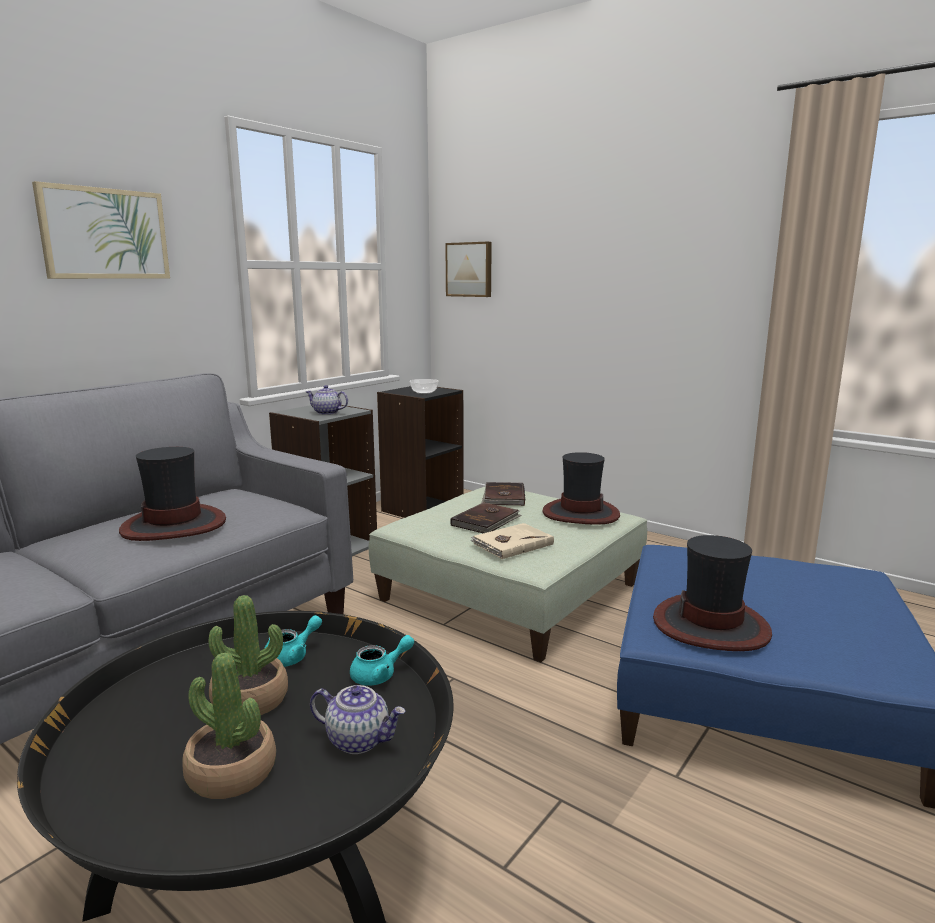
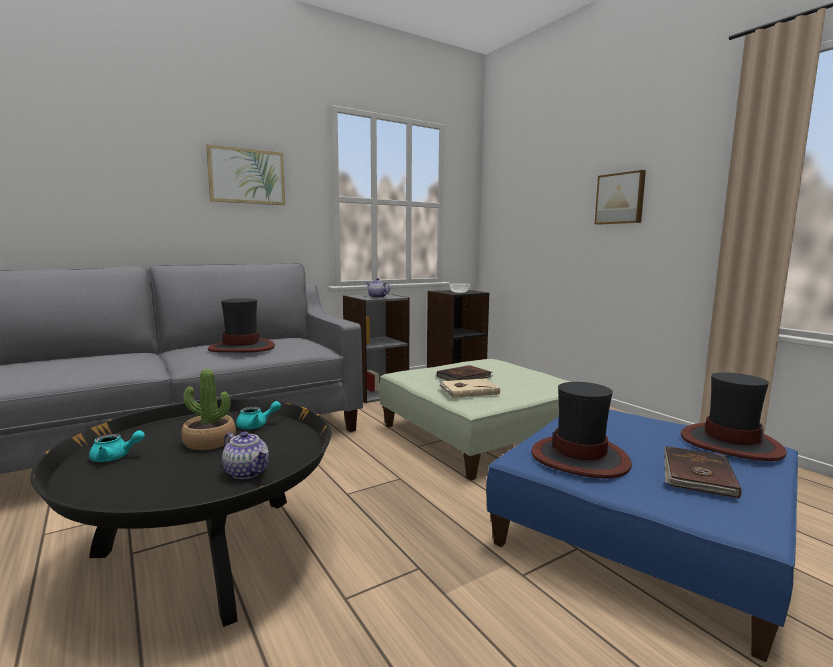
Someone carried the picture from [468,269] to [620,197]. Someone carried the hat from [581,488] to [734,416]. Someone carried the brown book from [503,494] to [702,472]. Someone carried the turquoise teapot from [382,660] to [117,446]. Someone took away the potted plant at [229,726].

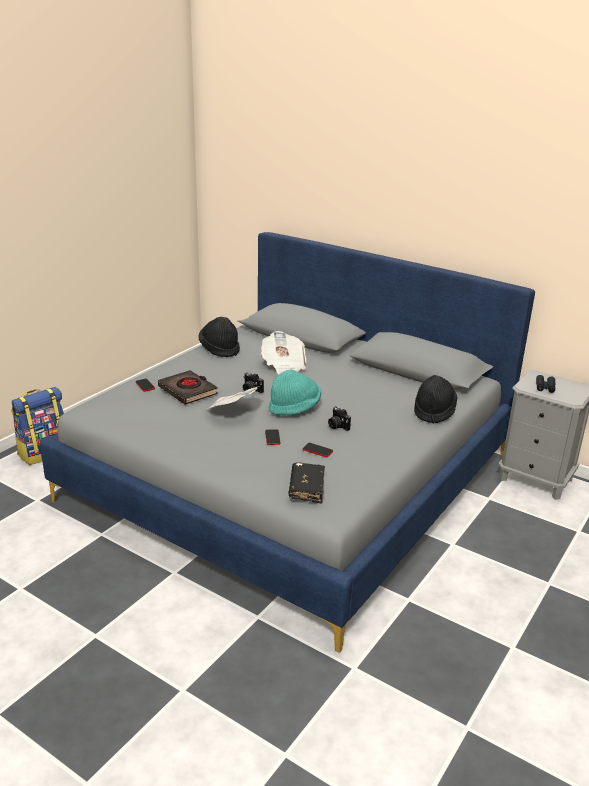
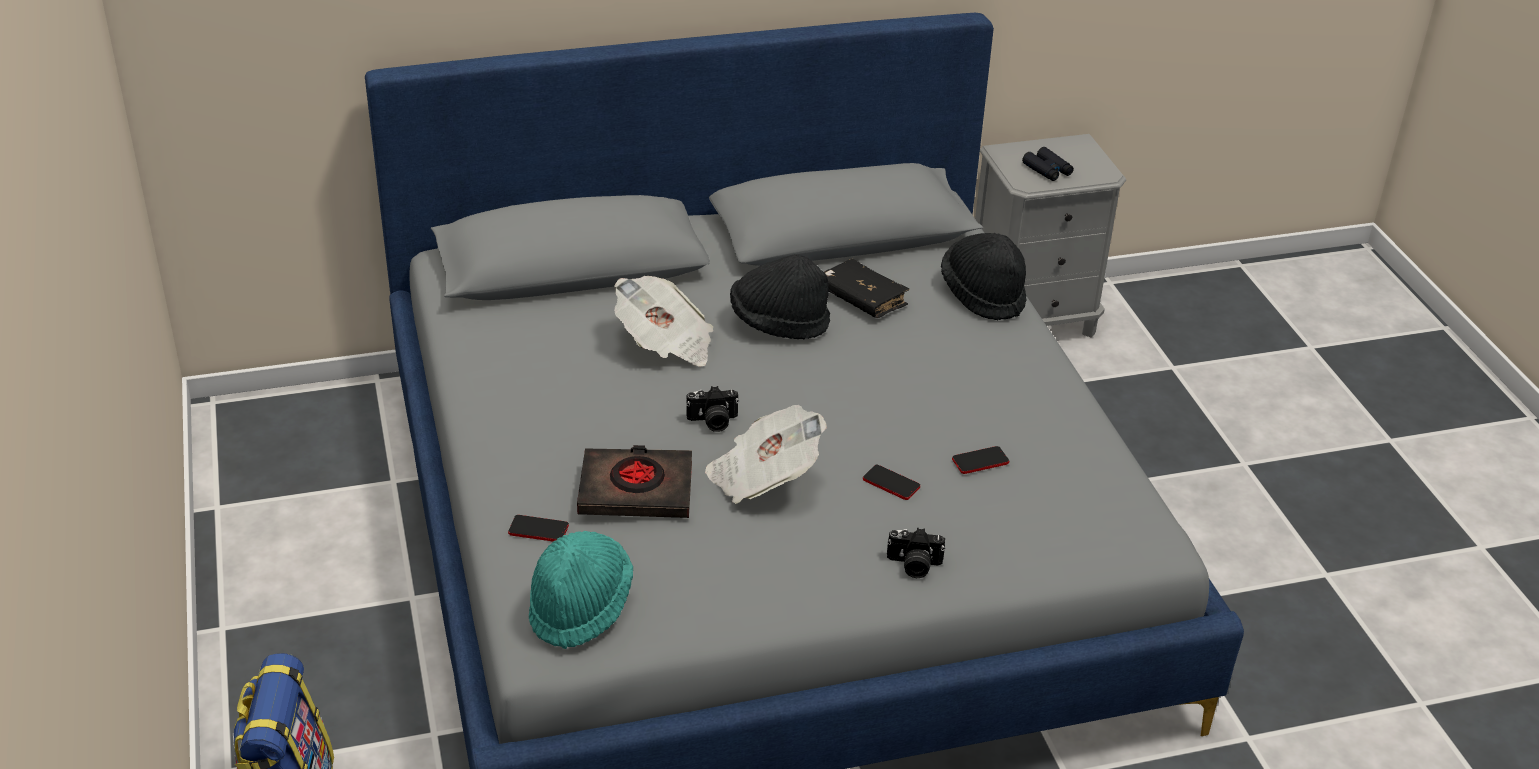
Someone carried the black hat from [219,337] to [780,296]. Someone carried the turquoise hat from [294,392] to [581,590]. Someone carried the photo camera from [339,418] to [916,553]. Someone carried the black book from [307,482] to [867,288].

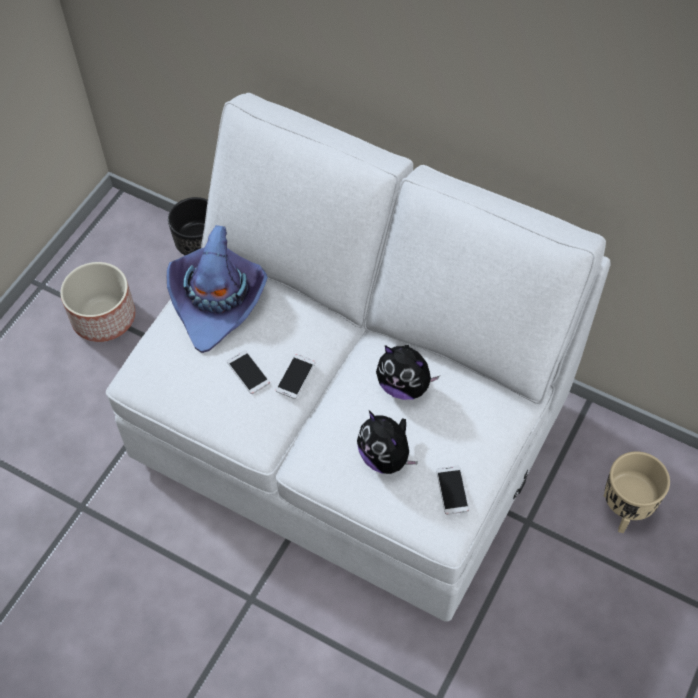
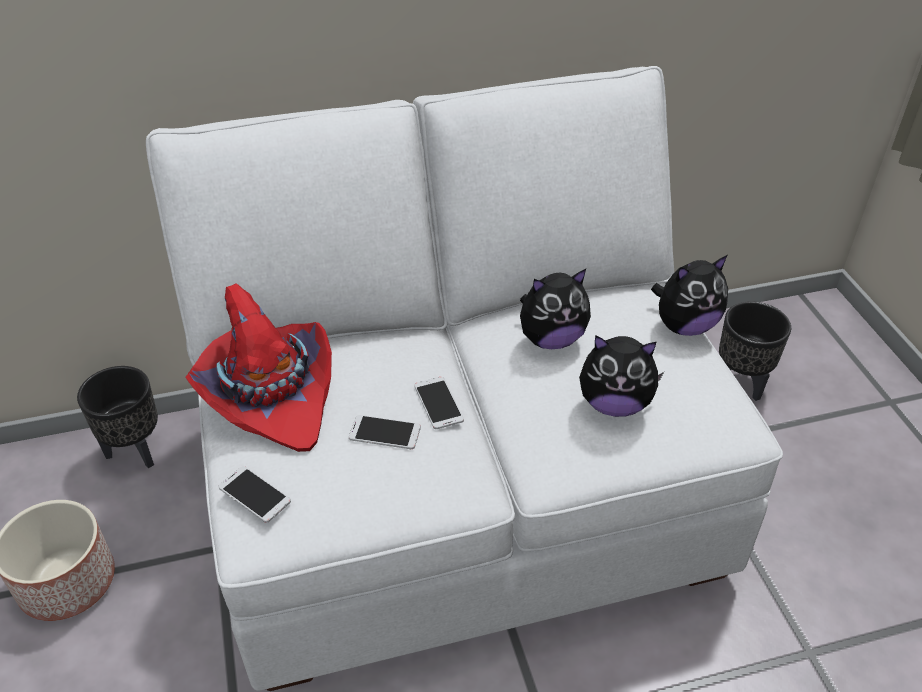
Someone repainted the purple hat at [217,289], which became the red hat at [258,367]. Someone repainted the beige planter at [637,492], which became the black planter at [755,351]. Someone carried the phone from [452,490] to [255,494]. Someone put down the plush toy at [689,295].

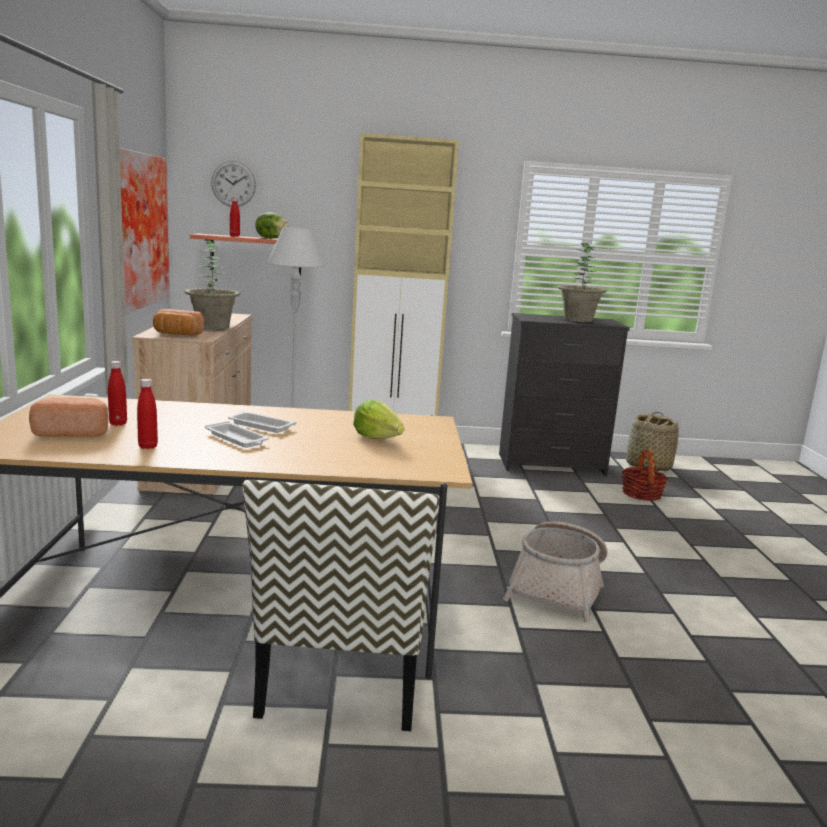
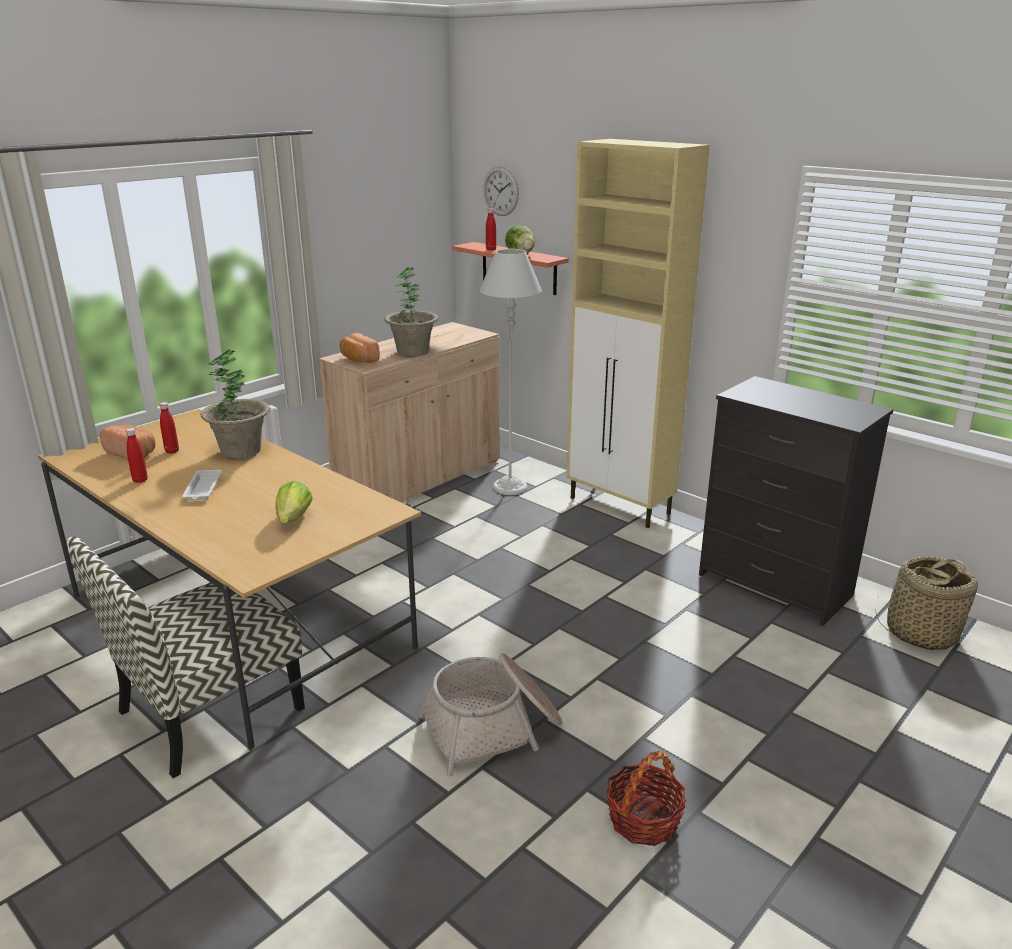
Someone took away the picture at [144,231]. Someone carried the potted plant from [582,283] to [235,404]. Someone took away the white tray at [262,422]. Someone carried the basket from [645,475] to [646,798].

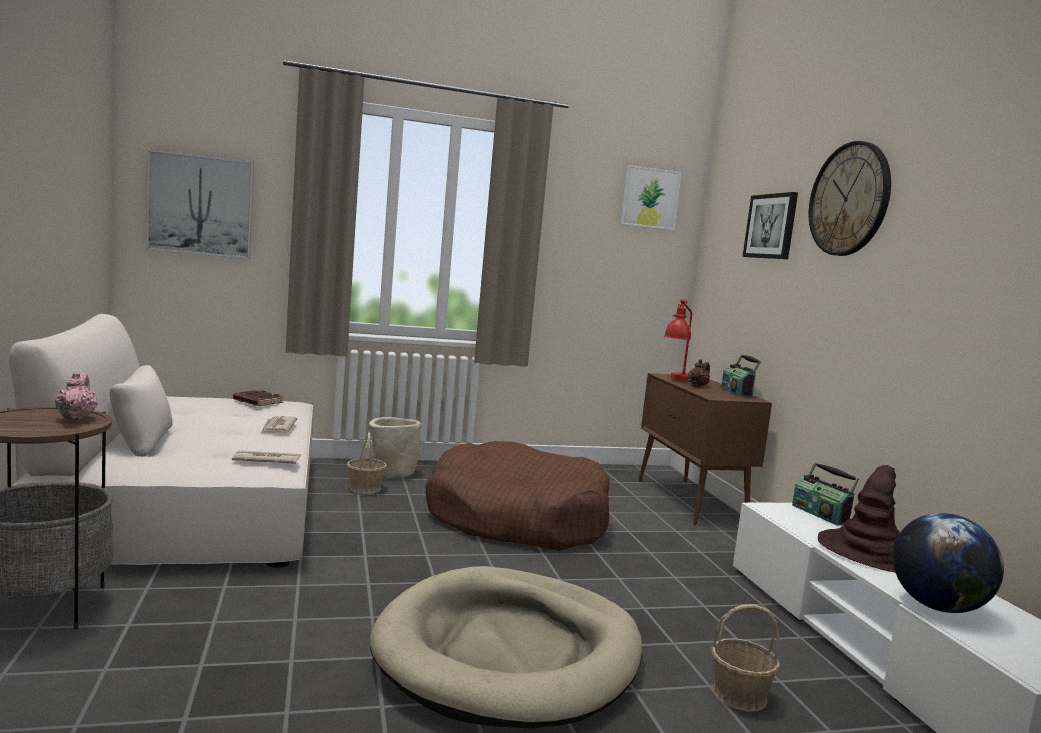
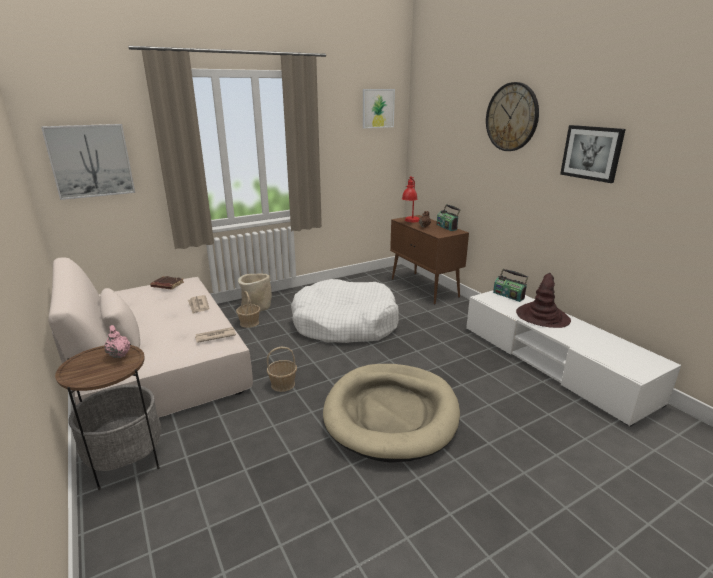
Someone carried the picture from [770,225] to [593,154]. Someone repainted the brown dog bed at [517,496], which became the white dog bed at [345,311]. Someone took away the globe at [948,563]. Someone carried the basket from [745,658] to [282,369].

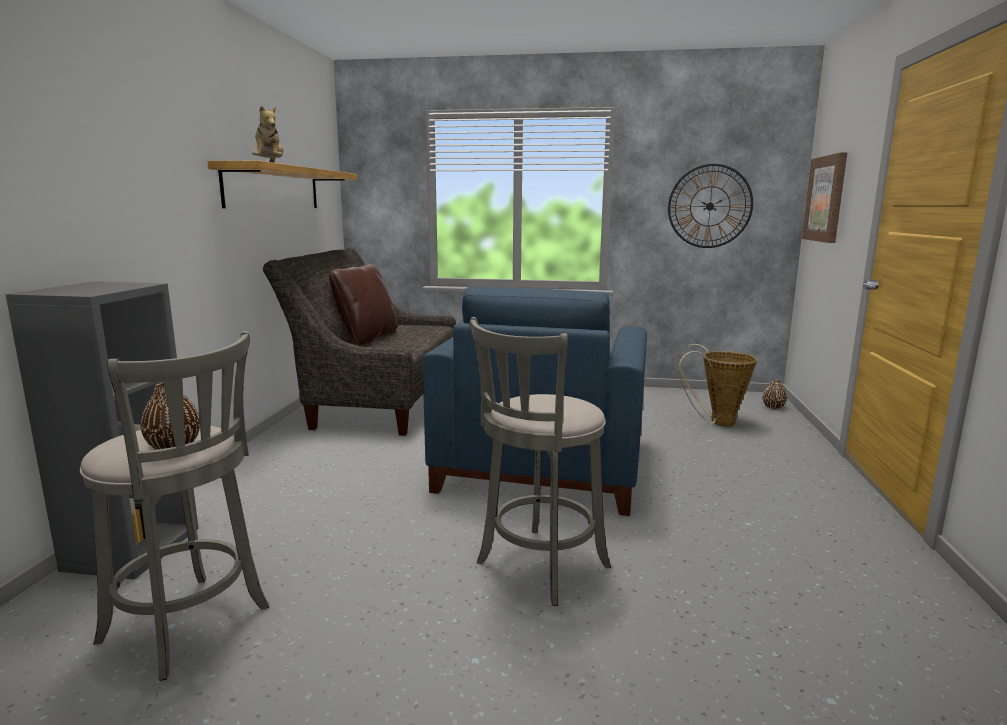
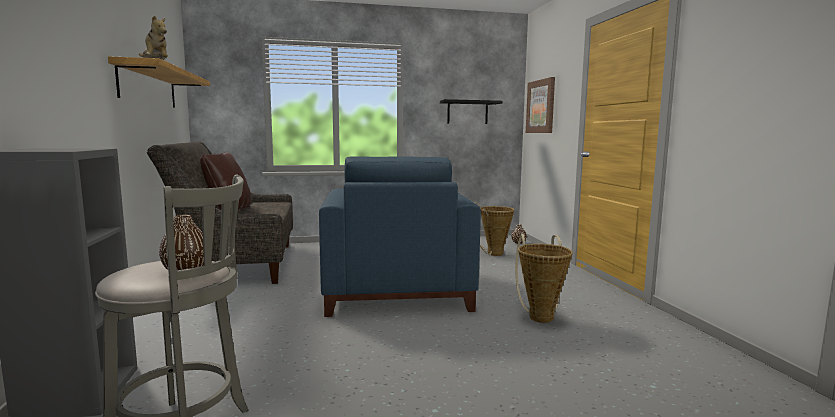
Someone swapped the wall clock at [710,206] for the black shelf at [471,111]. Someone took away the grey stool at [540,461]. Someone put down the basket at [544,278].

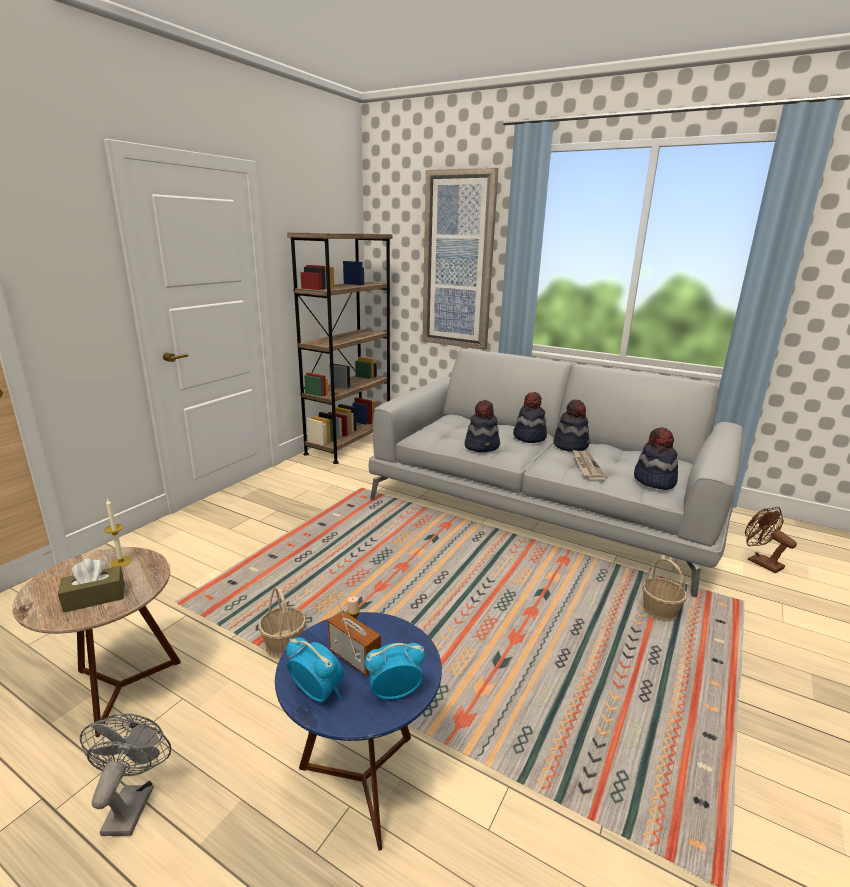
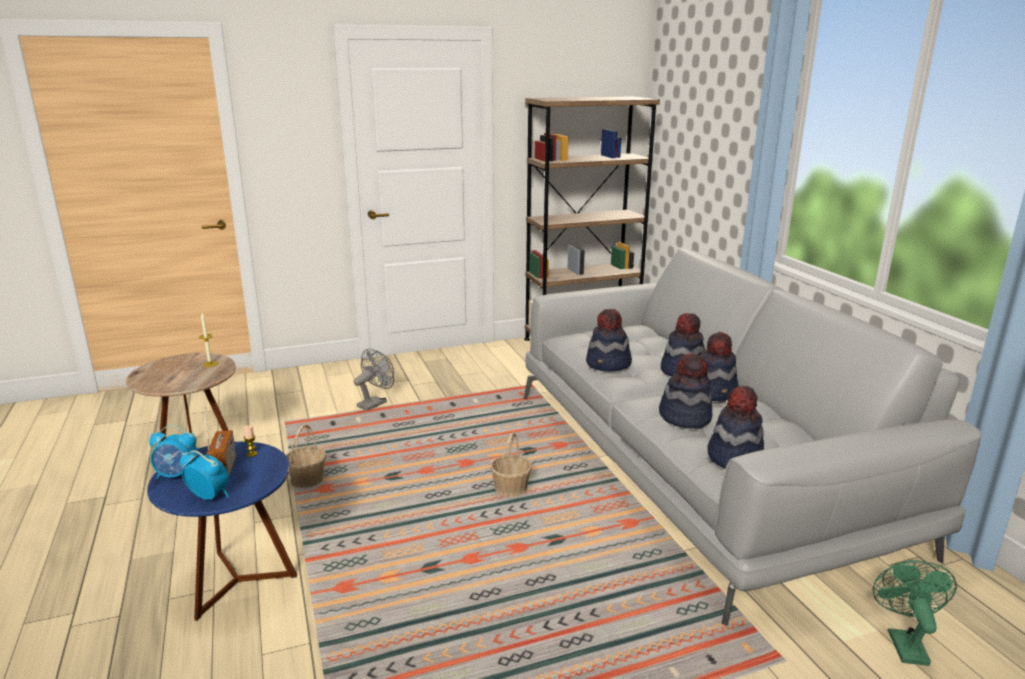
Someone took away the picture at [460,259]. Someone swapped the newspaper at [589,464] for the hat at [685,391]. Someone repainted the brown fan at [771,540], which became the green fan at [914,613]. Someone took away the brown tissue box at [91,585]. Someone carried the basket from [664,590] to [511,464]. Someone rotated the alarm clock at [315,670] by 105 degrees clockwise. Someone carried the grey fan from [125,774] to [374,380].

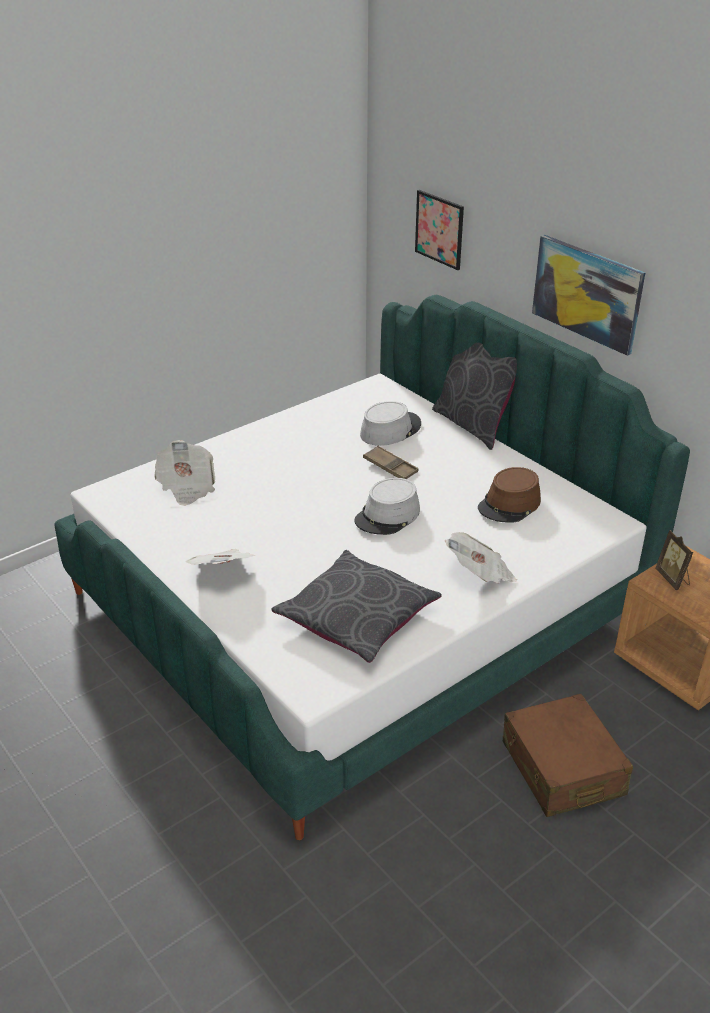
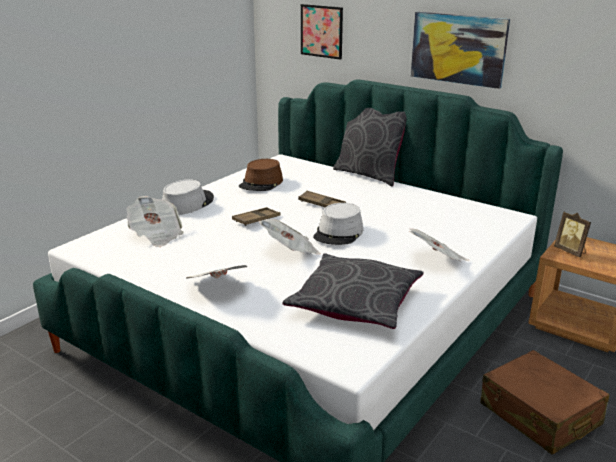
Someone carried the grey hat from [390,423] to [188,197]. Someone carried the brown hat from [509,495] to [261,175]. Someone put down the brown tray at [256,216]. Someone put down the newspaper at [290,236].

